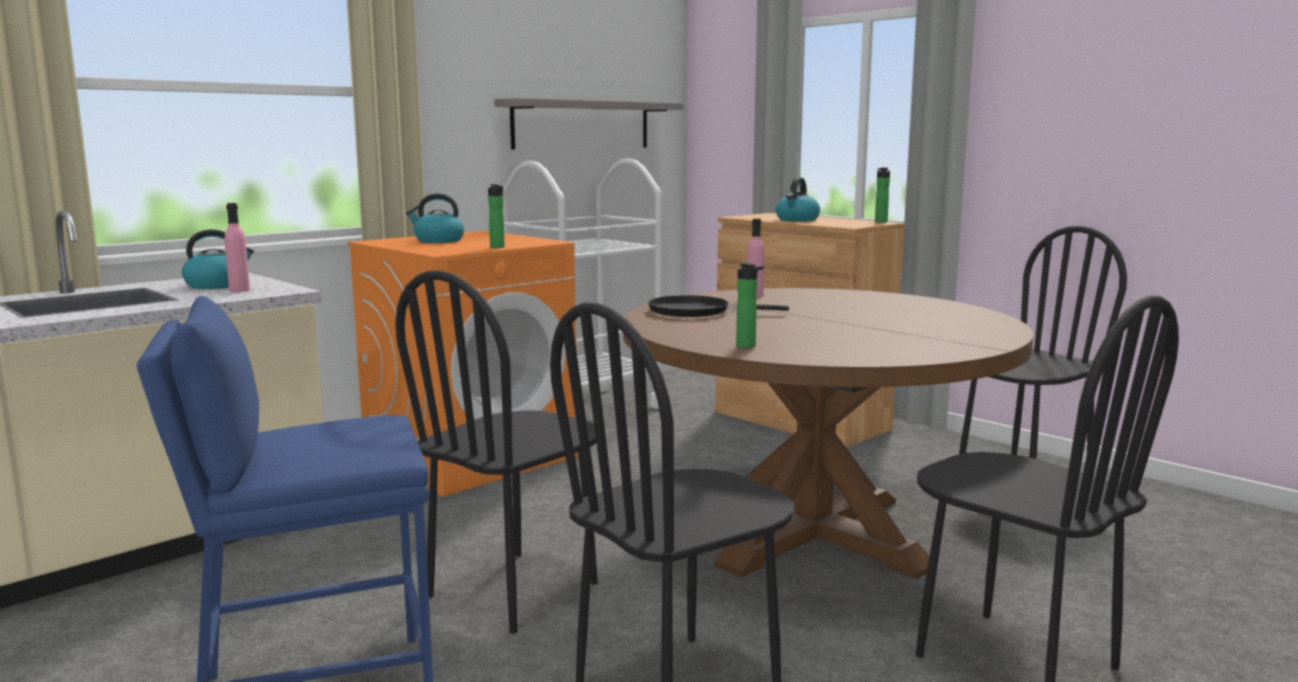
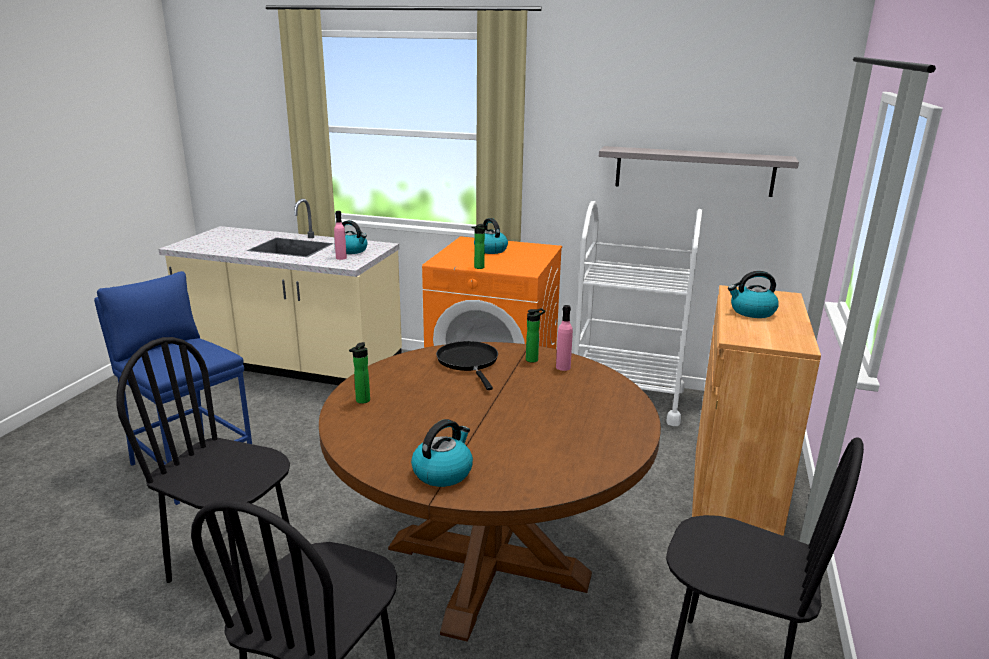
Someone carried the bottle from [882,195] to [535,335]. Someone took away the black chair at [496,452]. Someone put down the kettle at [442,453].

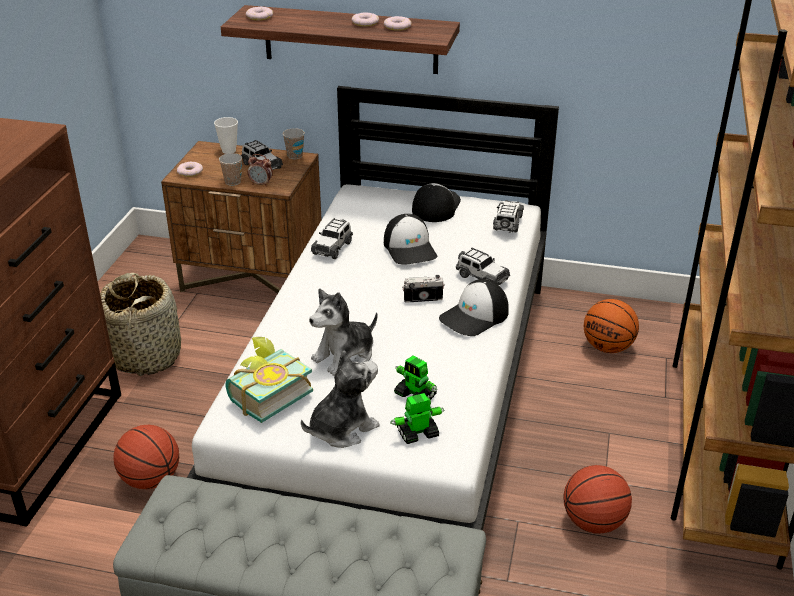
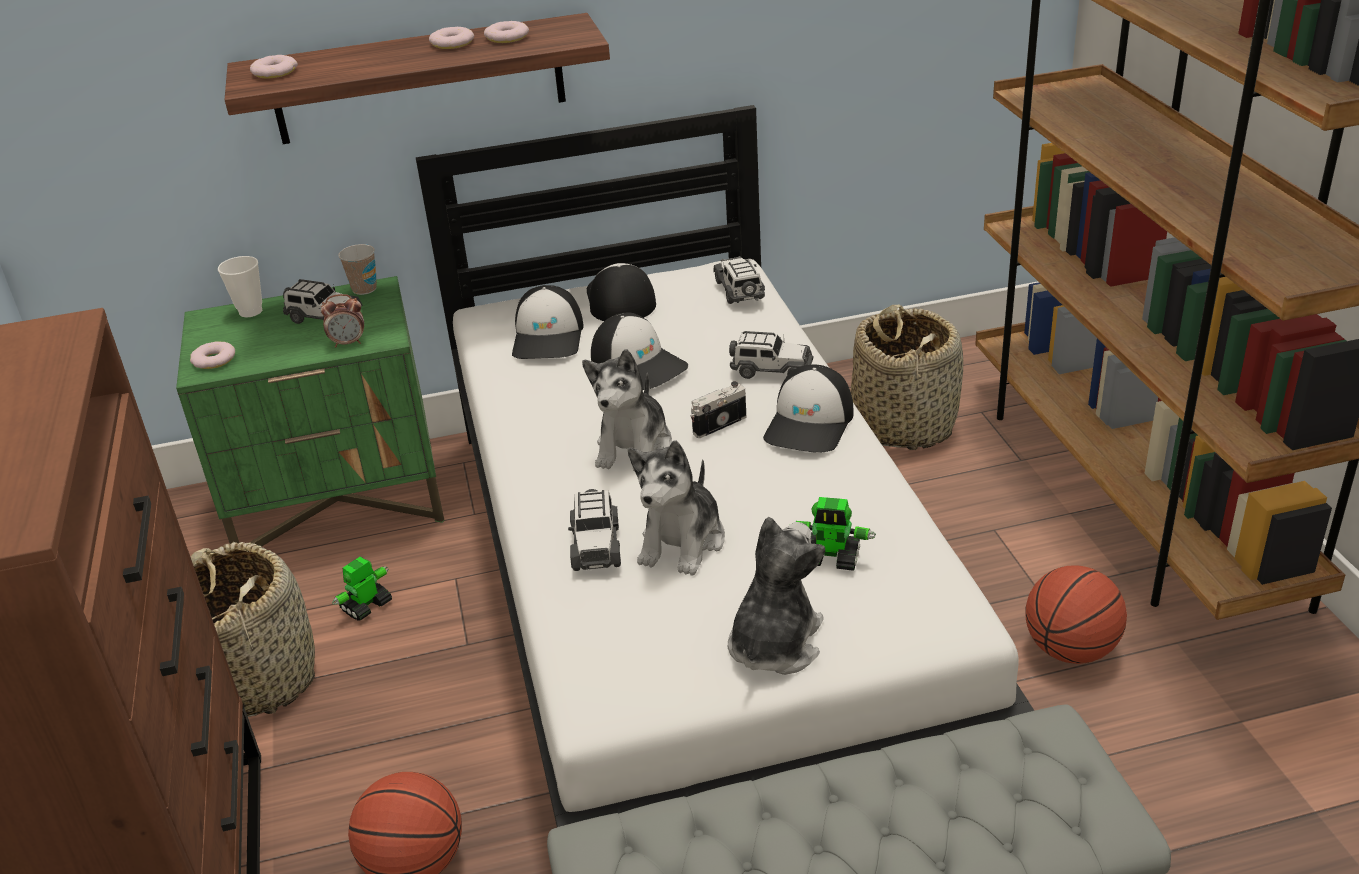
Someone repainted the brown nightstand at [241,217], which became the green nightstand at [310,411]. Someone took away the cup at [230,169]. Someone carried the toy car from [332,238] to [594,530]. Someone swapped the basketball at [611,326] for the basket at [906,377]. Someone took away the book at [269,380]. Someone carried the toy robot from [417,418] to [362,589]. Someone put down the cap at [548,322]. Someone put down the plush toy at [627,410].

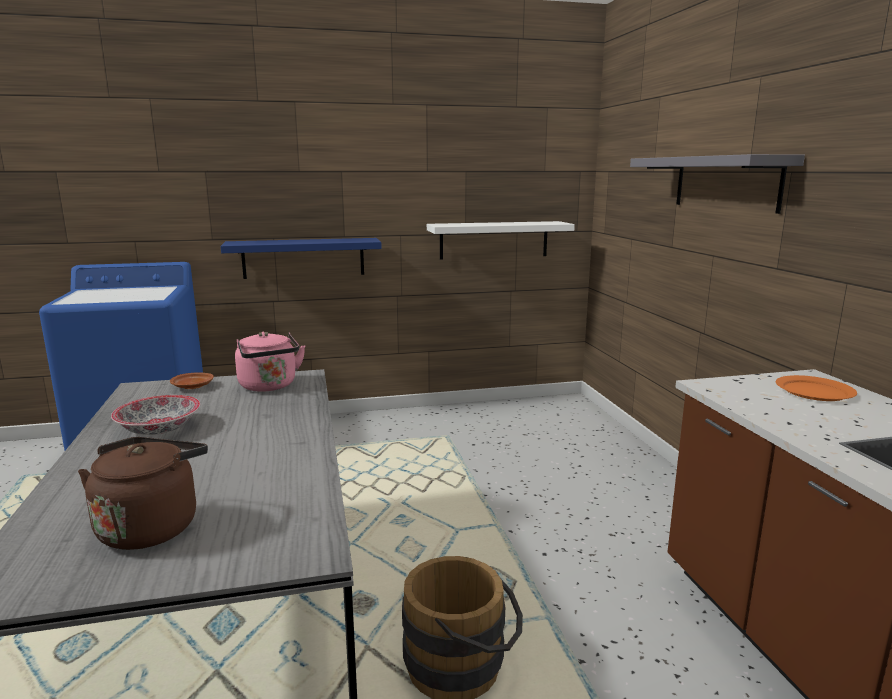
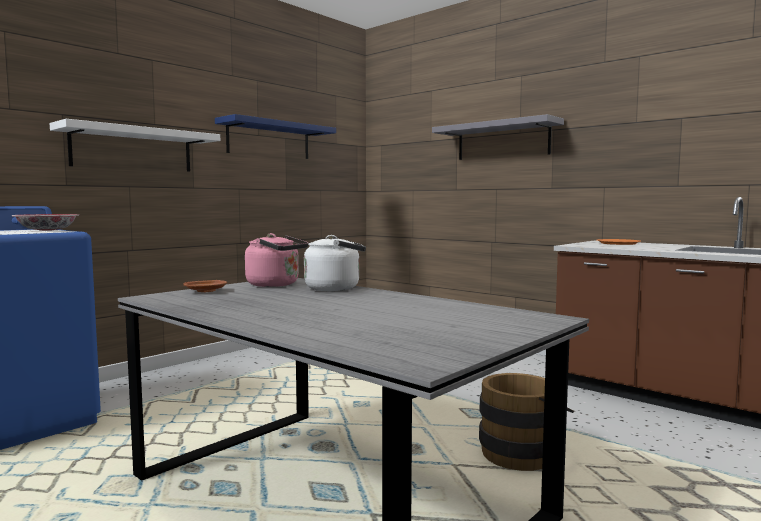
Someone carried the white shelf from [501,240] to [135,145]. Someone carried the blue shelf from [301,258] to [275,136]. Someone carried the bowl from [156,415] to [45,222]. Someone took away the brown kettle at [143,493]. Someone put down the white kettle at [335,263].

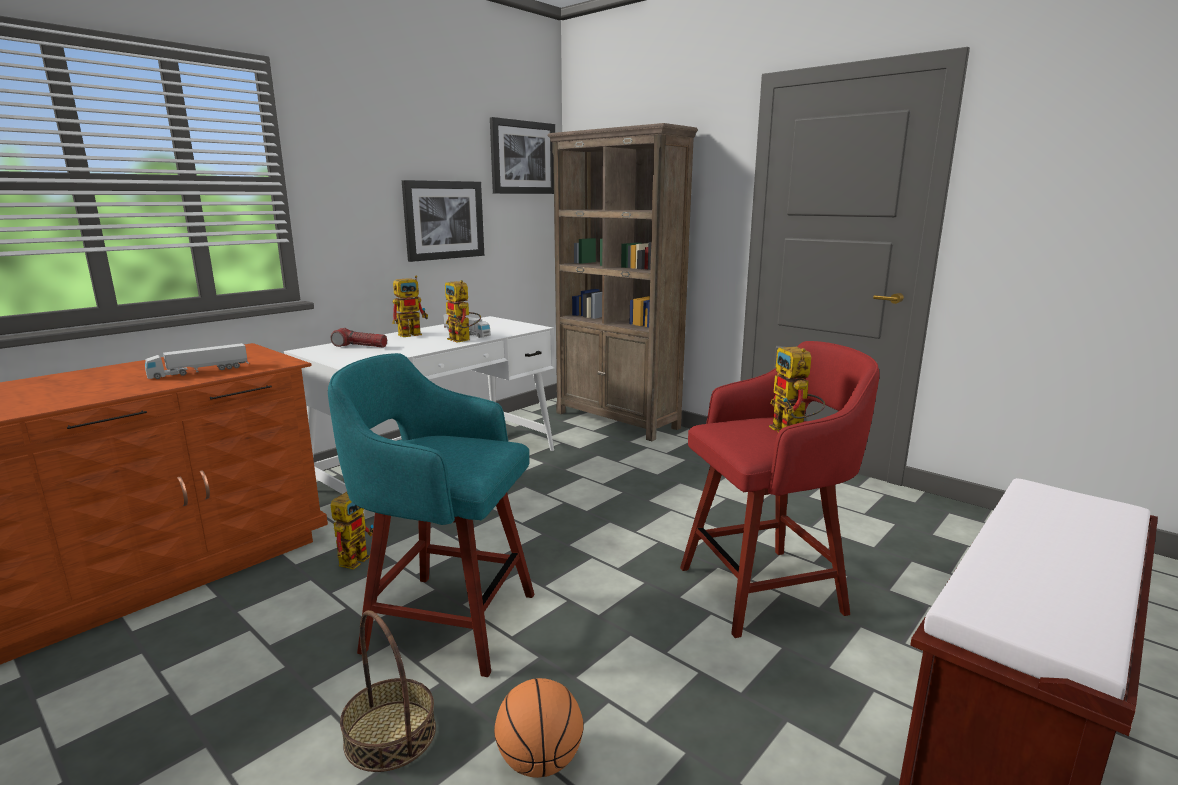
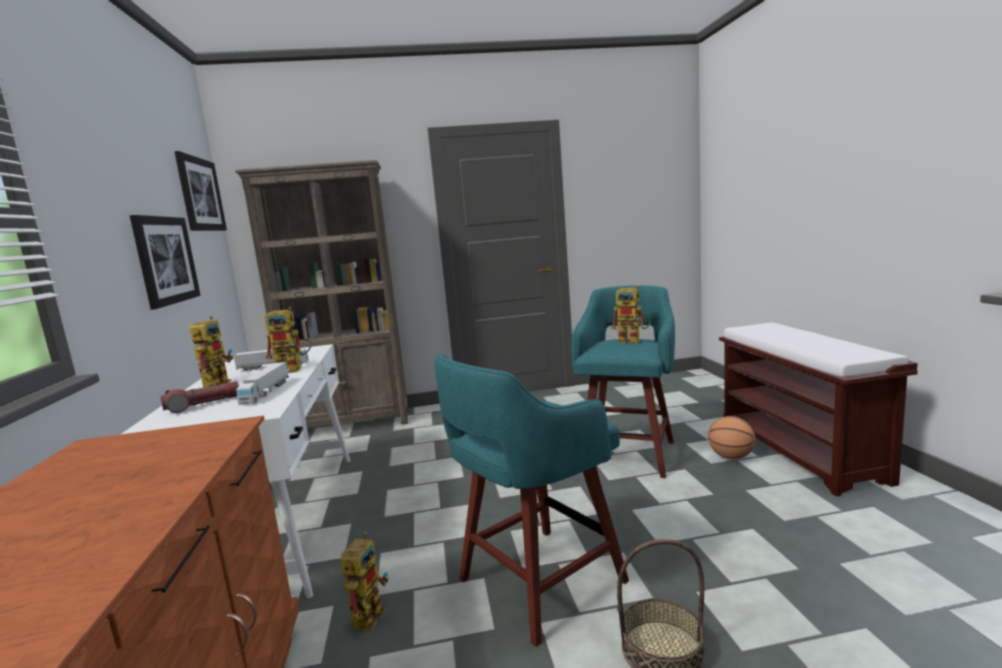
Someone repainted the red stool at [780,489], which became the turquoise stool at [623,381]. Someone carried the toy truck from [197,361] to [263,383]. Someone rotated the toy robot at [352,531] by 45 degrees clockwise. Someone carried the basketball from [539,728] to [731,437].

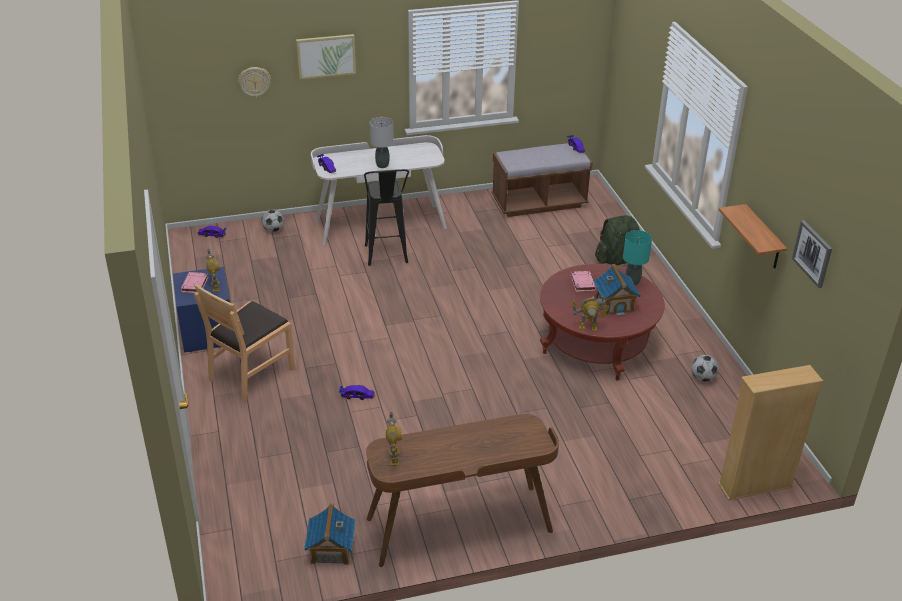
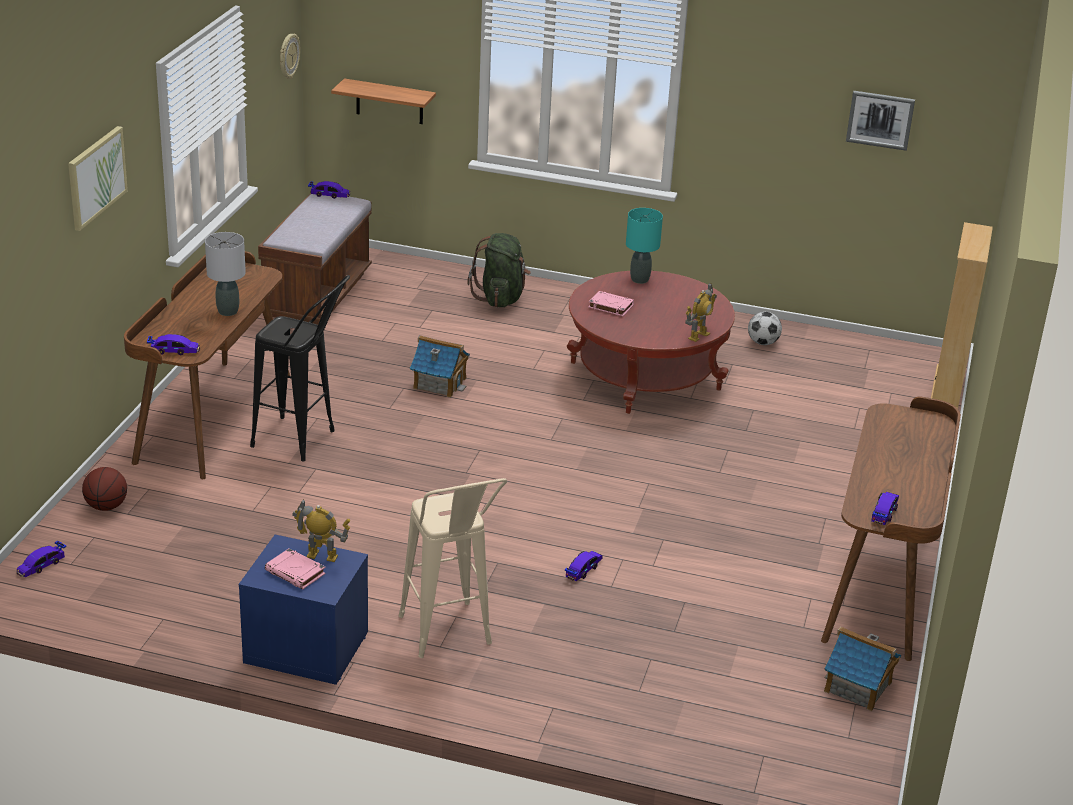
Someone carried the wall clock from [254,82] to [290,56]. Someone repainted the white desk at [379,190], which became the brown desk at [207,365]. Someone carried the shelf from [753,236] to [383,101]. Someone swapped the football at [272,221] for the basketball at [104,489]. Someone carried the toy house from [617,290] to [440,367]. Someone swapped the brown chair at [244,343] for the beige stool at [453,568]. Someone swapped the toy robot at [394,439] for the toy car at [885,508].

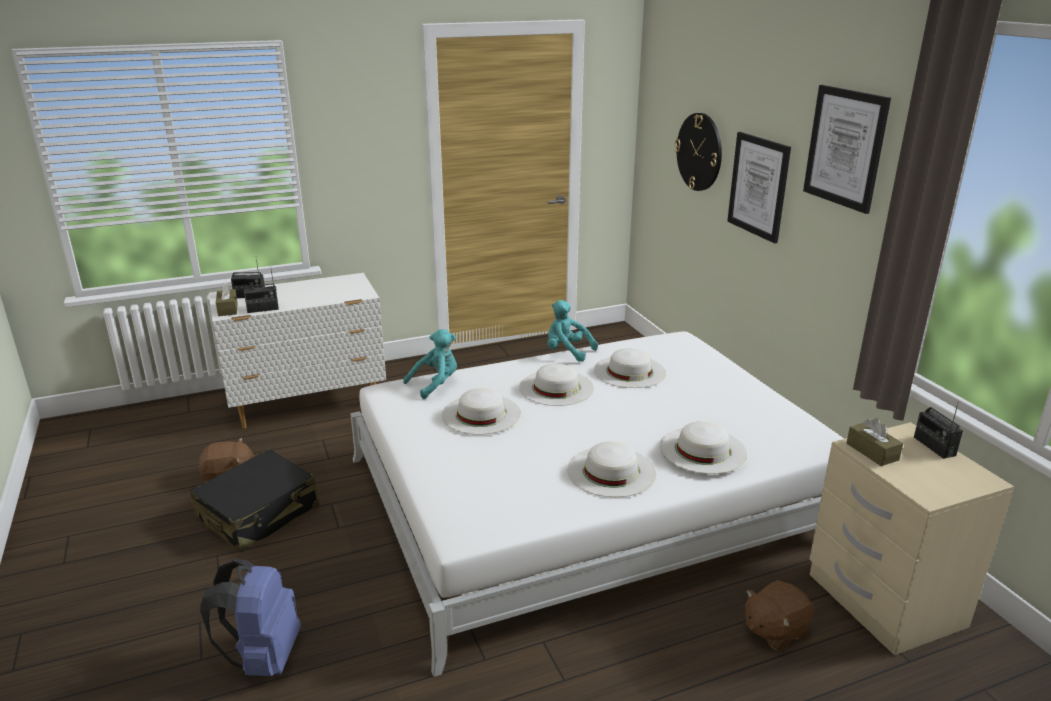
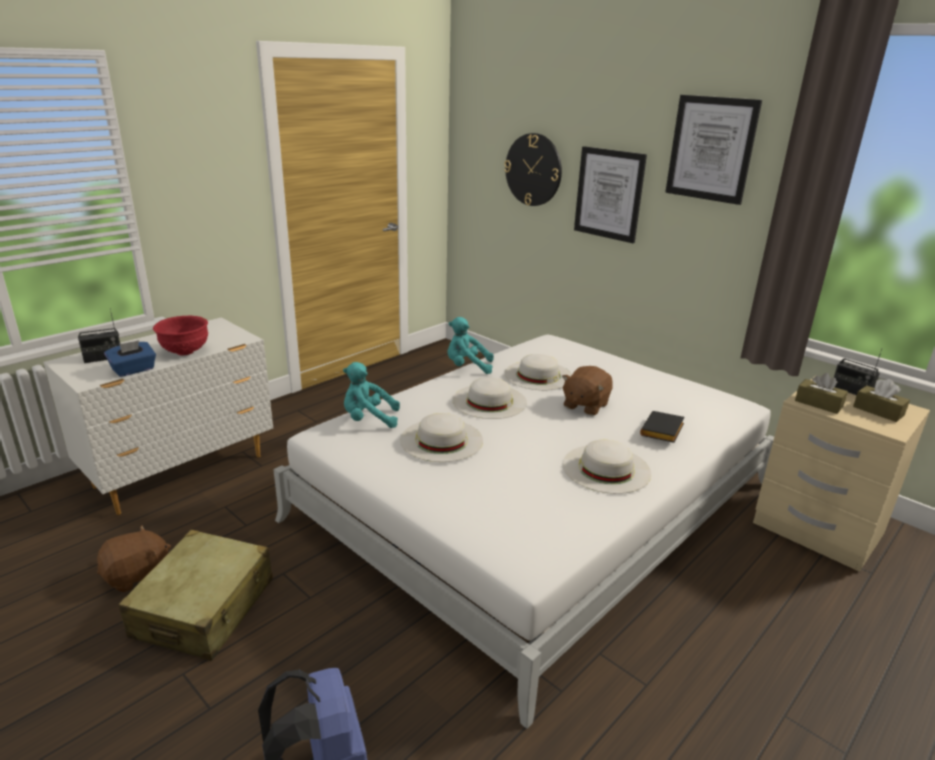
Someone swapped the radio at [261,291] for the blue tissue box at [130,358]. Someone carried the brown tissue box from [226,299] to [881,400]. Someone rotated the turquoise plush toy at [430,364] by 120 degrees counterclockwise. Someone swapped the white hat at [703,448] for the black book at [662,427]. Someone repainted the black suitcase at [254,501], which became the beige suitcase at [195,595]. Someone carried the brown plush toy from [780,615] to [587,391]. Someone put down the red bowl at [180,336].

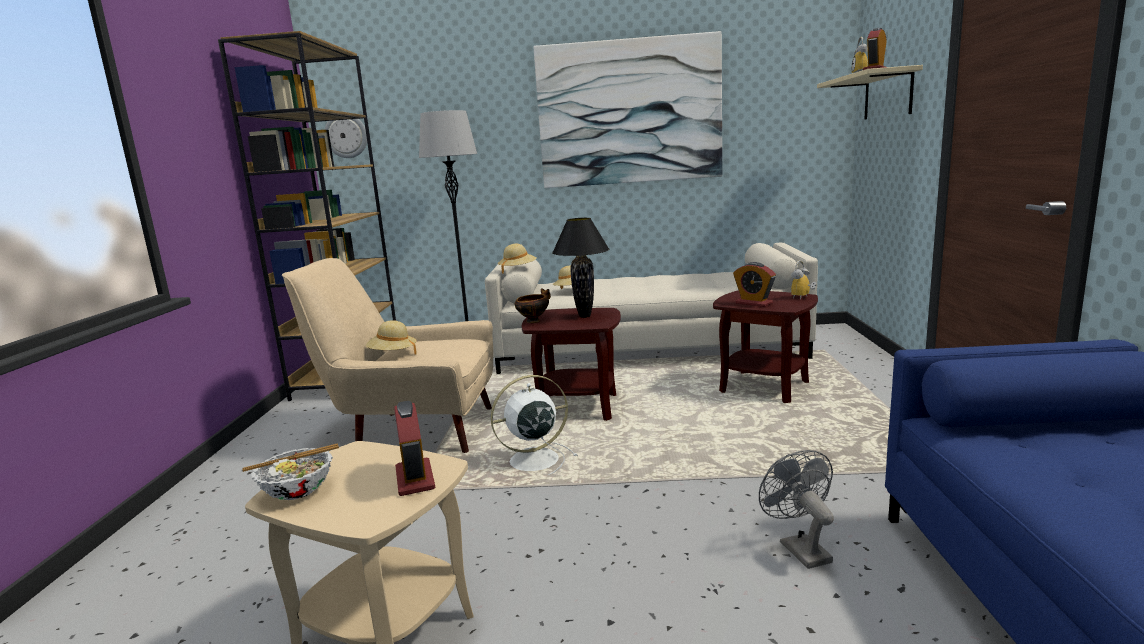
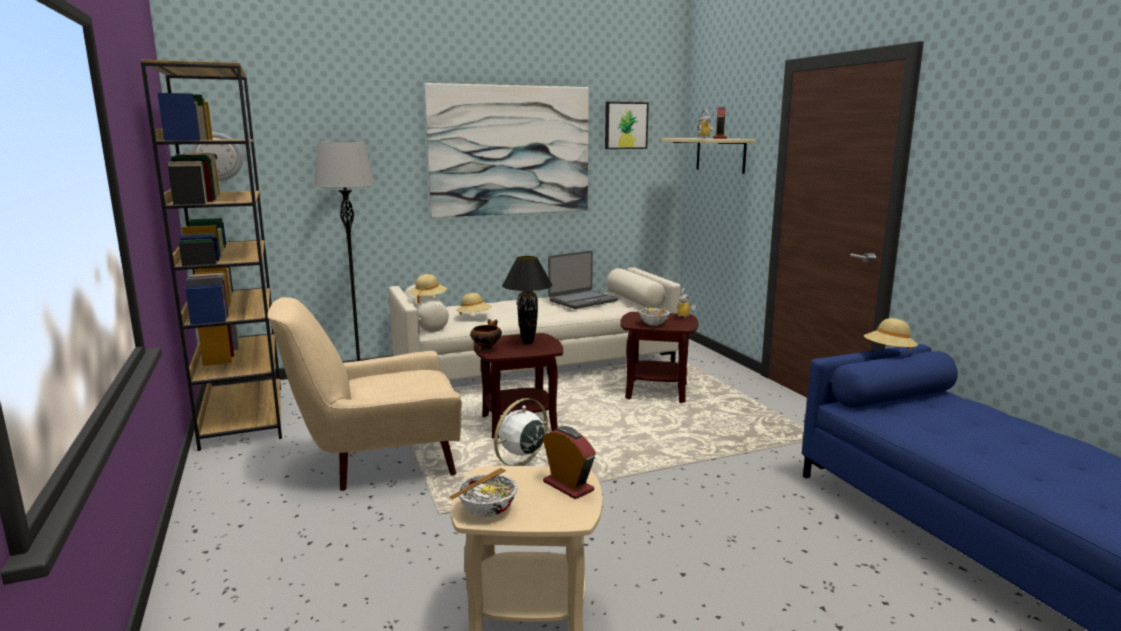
Someone swapped the alarm clock at [754,284] for the bowl at [654,317]. Someone carried the beige hat from [391,337] to [891,334]. Someone took away the grey fan at [796,509]. Someone put up the picture at [627,125]. Someone put down the laptop at [583,280].

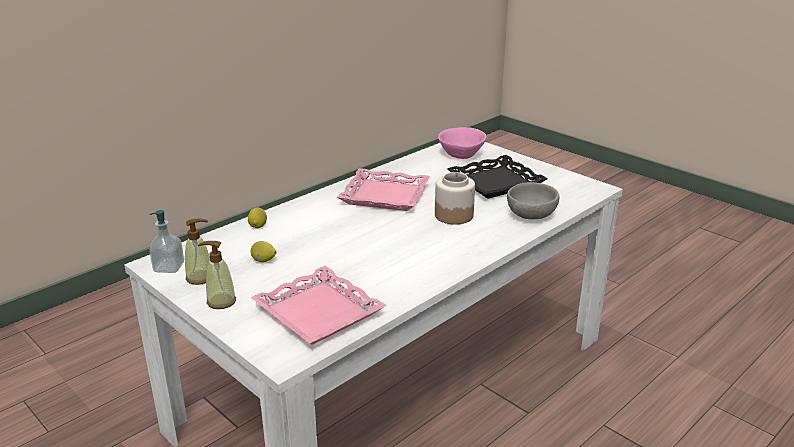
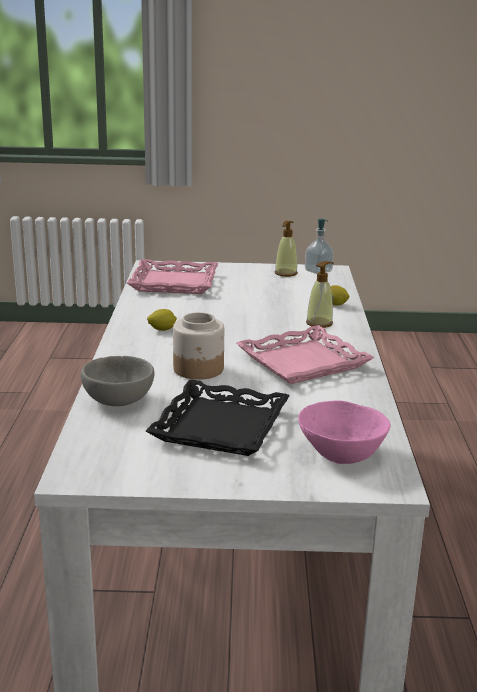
Someone carried the soap dispenser from [217,275] to [320,294]. Someone carried the lemon from [263,251] to [162,320].

